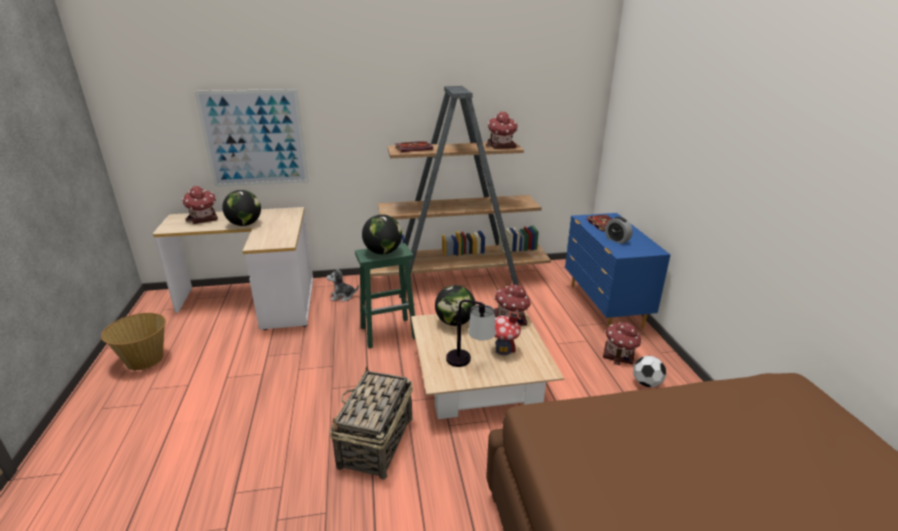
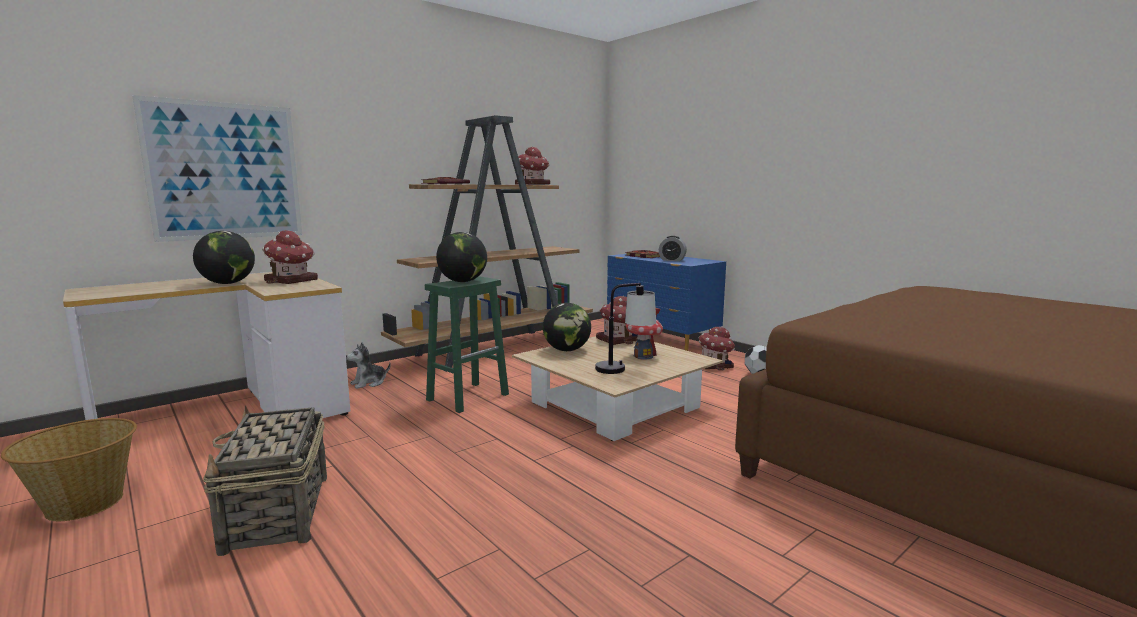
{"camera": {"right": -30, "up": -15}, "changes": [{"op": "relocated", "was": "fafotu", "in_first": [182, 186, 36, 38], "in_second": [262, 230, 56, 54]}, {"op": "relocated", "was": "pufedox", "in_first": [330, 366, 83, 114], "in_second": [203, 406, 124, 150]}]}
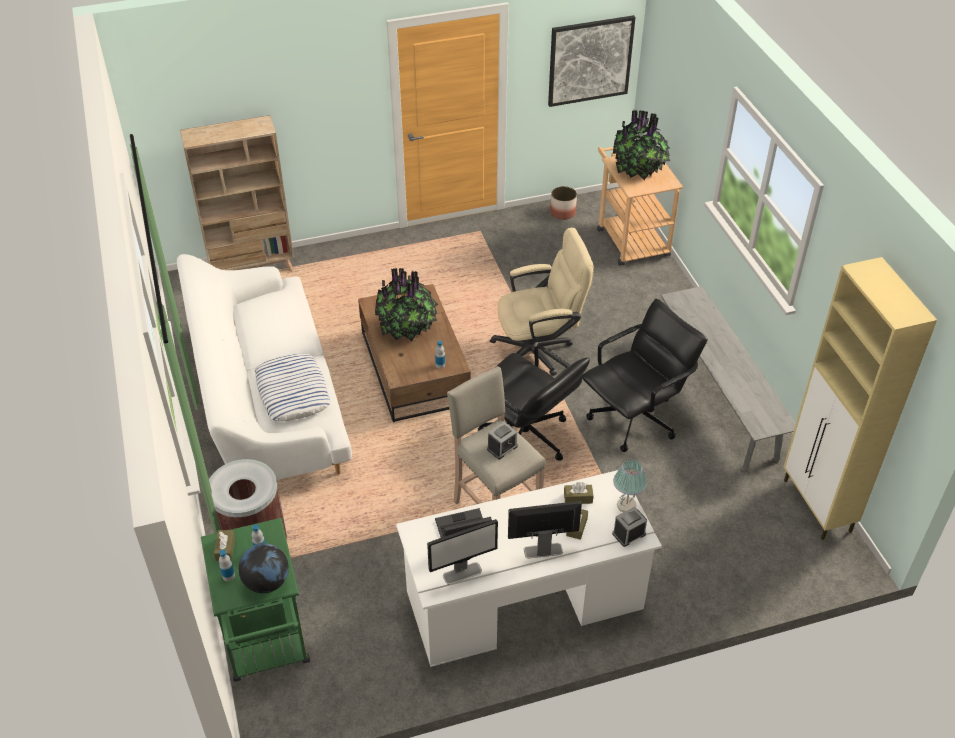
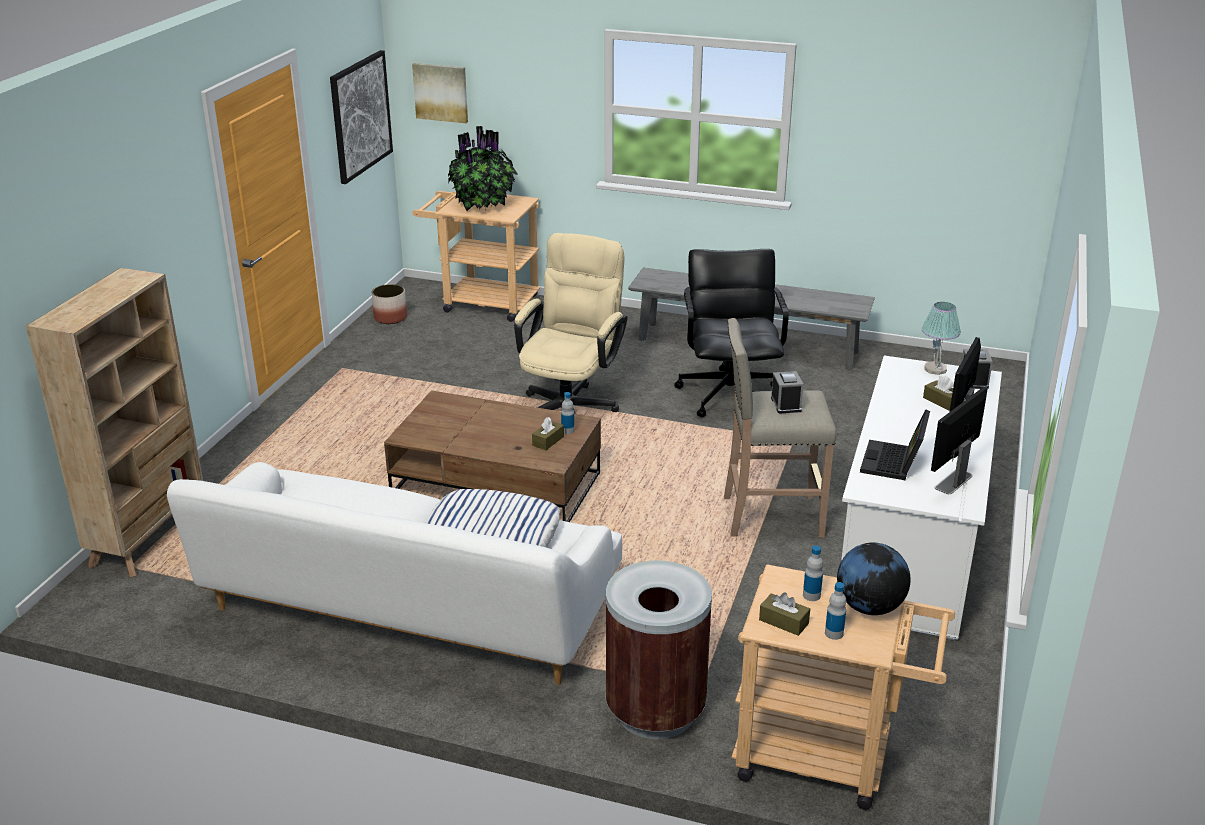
{"camera": {"right": -55, "up": -15}, "changes": [{"op": "colour", "was": "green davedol", "now": "beige davedol", "in_first": [201, 518, 109, 164], "in_second": [731, 564, 224, 246]}, {"op": "missing", "was": "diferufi", "in_first": [375, 268, 63, 73]}, {"op": "spun", "was": "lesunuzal", "in_first": [427, 519, 71, 66], "in_second": [931, 387, 57, 107], "clockwise": -150}, {"op": "missing", "was": "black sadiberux", "in_first": [478, 345, 112, 116]}, {"op": "relocated", "was": "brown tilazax", "in_first": [564, 482, 30, 22], "in_second": [532, 417, 32, 33]}, {"op": "missing", "was": "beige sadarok", "in_first": [784, 257, 153, 283]}, {"op": "appeared", "now": "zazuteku", "in_second": [412, 63, 56, 60]}]}
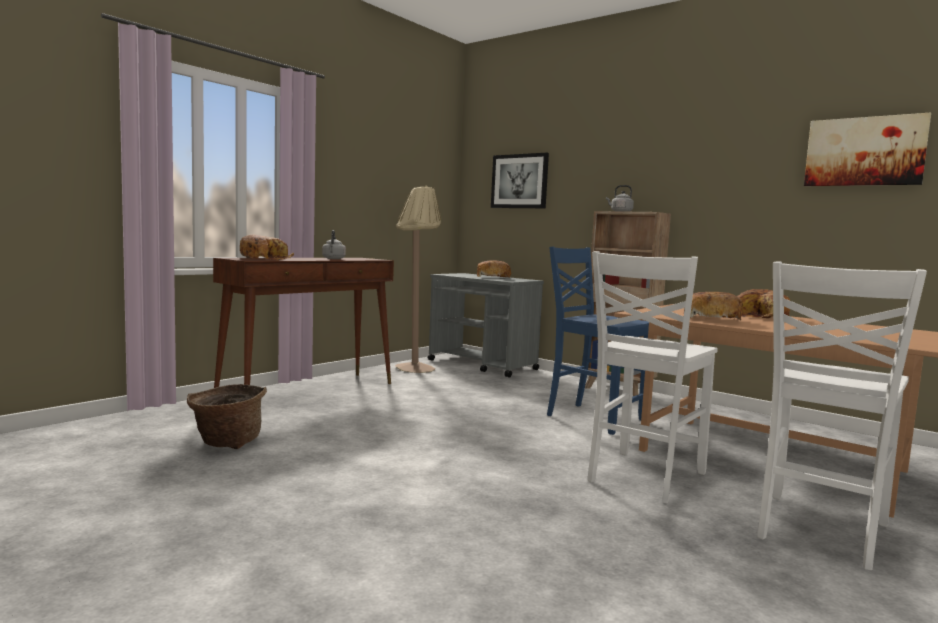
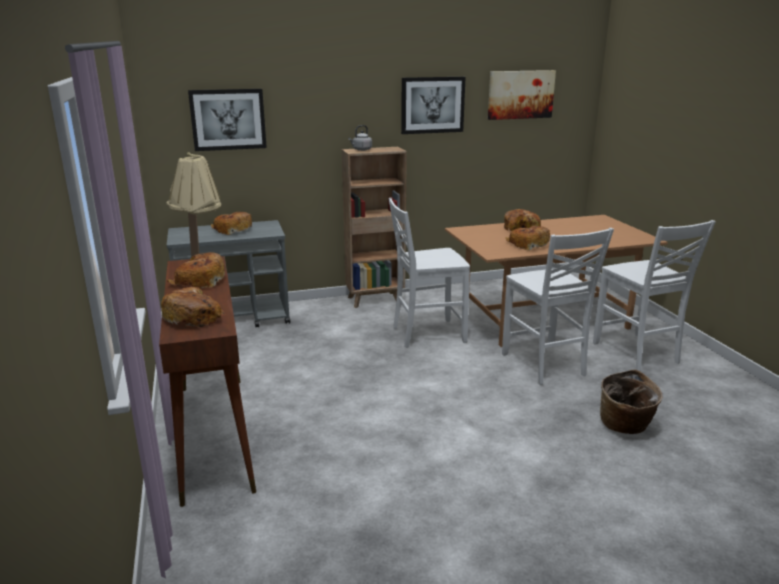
{"camera": {"right": -55, "up": 15}, "changes": [{"op": "relocated", "was": "pufedox", "in_first": [187, 384, 80, 65], "in_second": [600, 370, 63, 64]}, {"op": "exchanged", "was": "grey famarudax", "now": "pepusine", "in_first": [322, 230, 24, 29], "in_second": [167, 252, 58, 36]}, {"op": "colour", "was": "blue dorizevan", "now": "white dorizevan", "in_first": [547, 246, 102, 189], "in_second": [389, 198, 81, 150]}, {"op": "appeared", "now": "zazuteku", "in_second": [401, 77, 65, 57]}]}
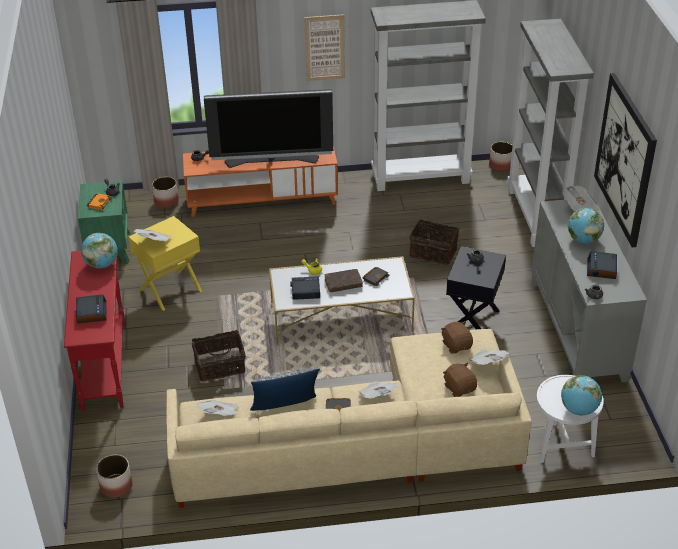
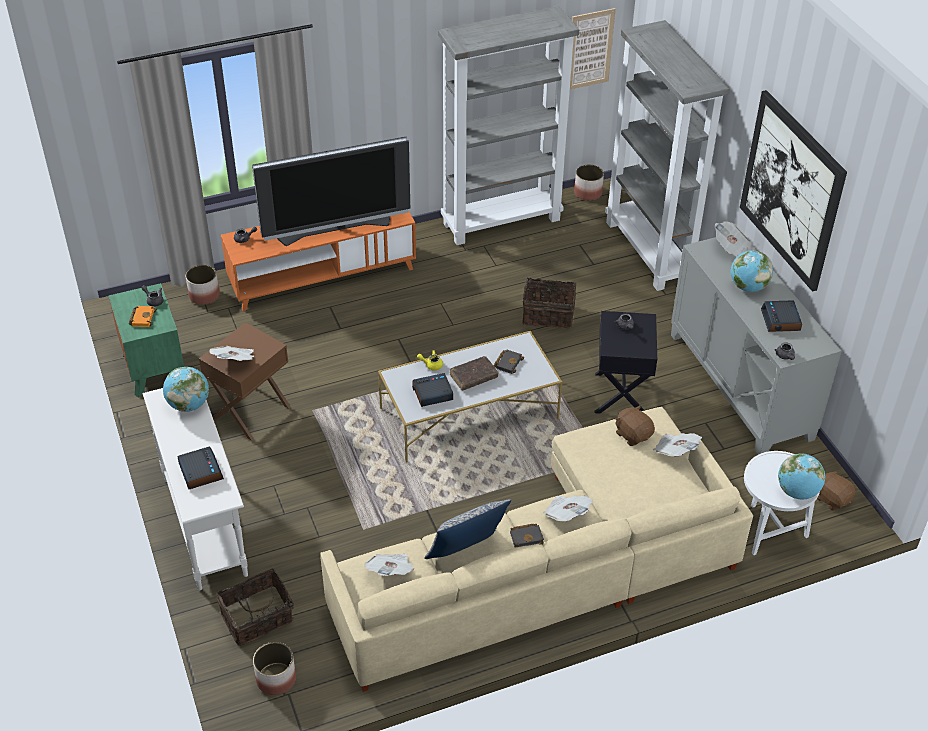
{"camera": {"right": -15, "up": 5}, "changes": [{"op": "colour", "was": "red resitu", "now": "white resitu", "in_first": [64, 251, 61, 161], "in_second": [143, 388, 105, 203]}, {"op": "colour", "was": "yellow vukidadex", "now": "brown vukidadex", "in_first": [129, 216, 73, 95], "in_second": [199, 322, 92, 119]}, {"op": "relocated", "was": "pufedox", "in_first": [192, 330, 54, 52], "in_second": [216, 568, 78, 78]}, {"op": "relocated", "was": "zazuteku", "in_first": [304, 14, 41, 67], "in_second": [570, 8, 46, 82]}, {"op": "relocated", "was": "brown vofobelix", "in_first": [443, 362, 34, 35], "in_second": [817, 470, 38, 41]}]}
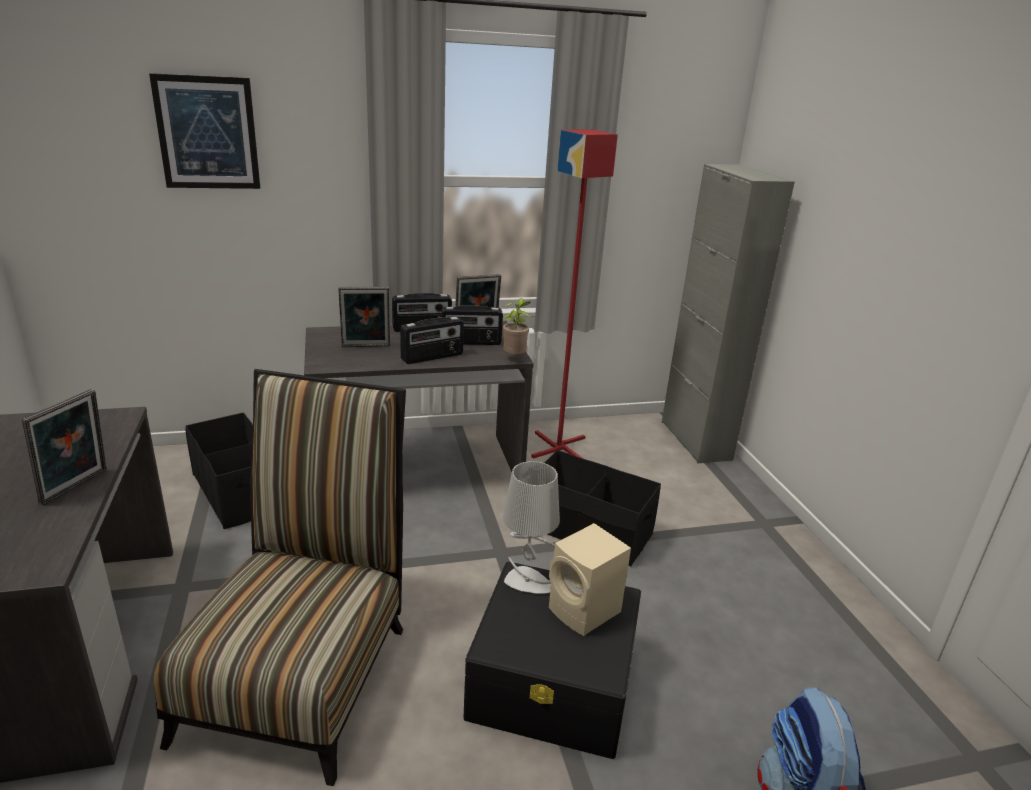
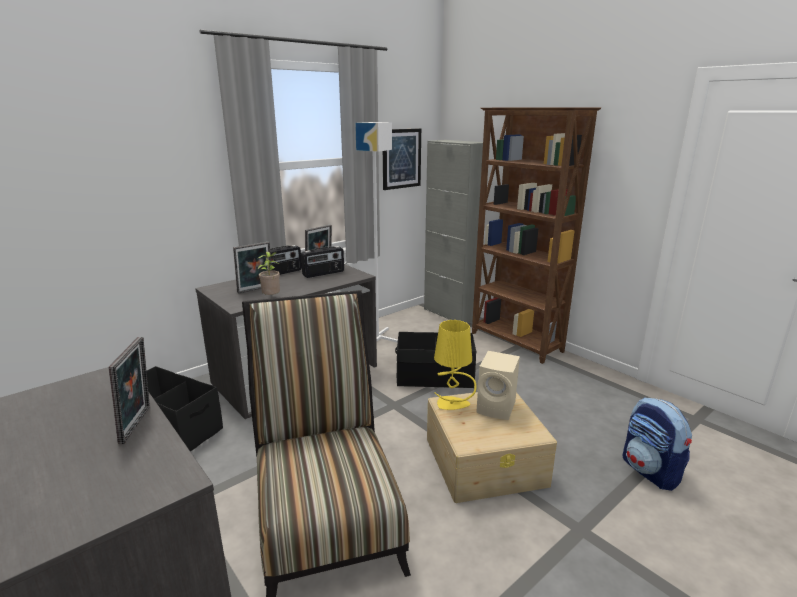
{"camera": {"right": -25, "up": -5}, "changes": [{"op": "relocated", "was": "zazuteku", "in_first": [149, 73, 111, 116], "in_second": [383, 128, 38, 62]}, {"op": "missing", "was": "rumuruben", "in_first": [400, 317, 64, 47]}, {"op": "colour", "was": "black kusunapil", "now": "beige kusunapil", "in_first": [464, 562, 177, 197], "in_second": [427, 392, 130, 111]}, {"op": "relocated", "was": "diferufi", "in_first": [503, 298, 28, 57], "in_second": [257, 251, 23, 44]}, {"op": "colour", "was": "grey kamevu", "now": "yellow kamevu", "in_first": [503, 461, 57, 133], "in_second": [434, 320, 42, 90]}, {"op": "colour", "was": "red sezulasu", "now": "white sezulasu", "in_first": [531, 129, 87, 330], "in_second": [355, 122, 43, 221]}, {"op": "appeared", "now": "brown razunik", "in_second": [472, 107, 129, 257]}]}
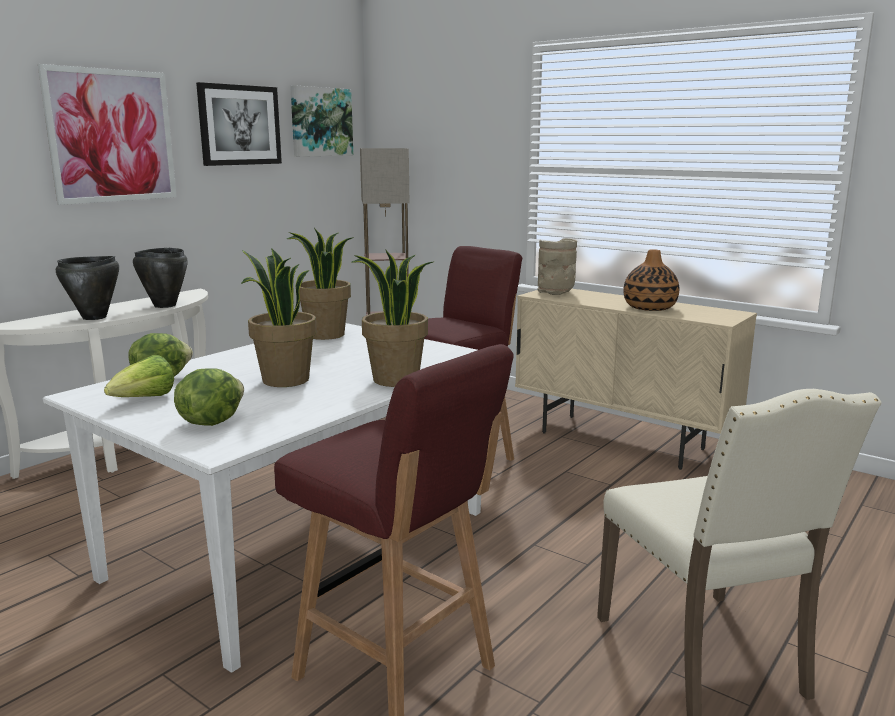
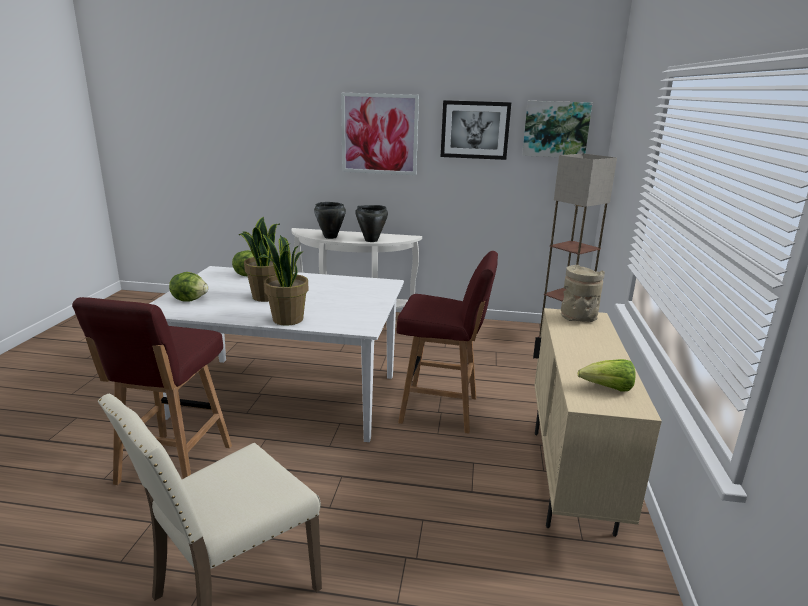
{"camera": {"right": 60, "up": 5}, "changes": [{"op": "relocated", "was": "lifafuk", "in_first": [104, 355, 70, 42], "in_second": [578, 359, 58, 32]}, {"op": "missing", "was": "diferufi", "in_first": [287, 228, 67, 112]}, {"op": "missing", "was": "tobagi", "in_first": [623, 249, 56, 62]}]}
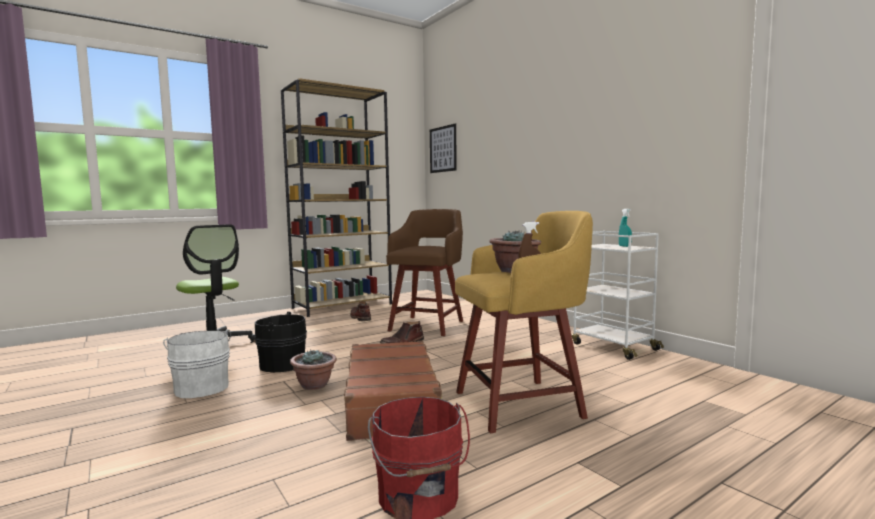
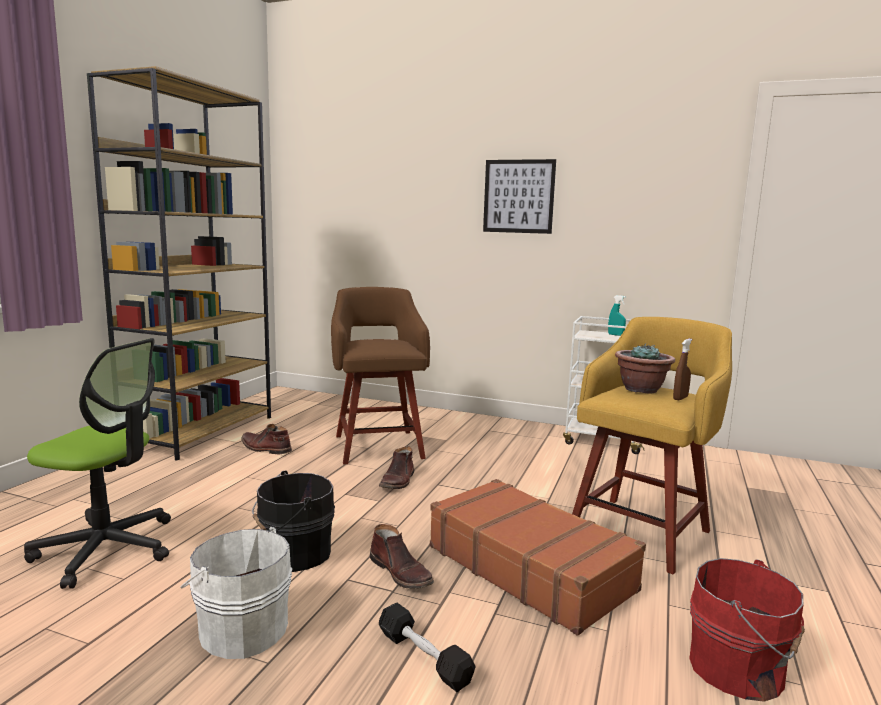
{"camera": {"right": -35, "up": 5}, "changes": [{"op": "exchanged", "was": "diferufi", "now": "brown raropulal", "in_first": [290, 349, 47, 41], "in_second": [370, 524, 64, 65]}, {"op": "relocated", "was": "zazuteku", "in_first": [430, 124, 27, 49], "in_second": [483, 159, 73, 75]}, {"op": "appeared", "now": "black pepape", "in_second": [379, 603, 97, 89]}]}
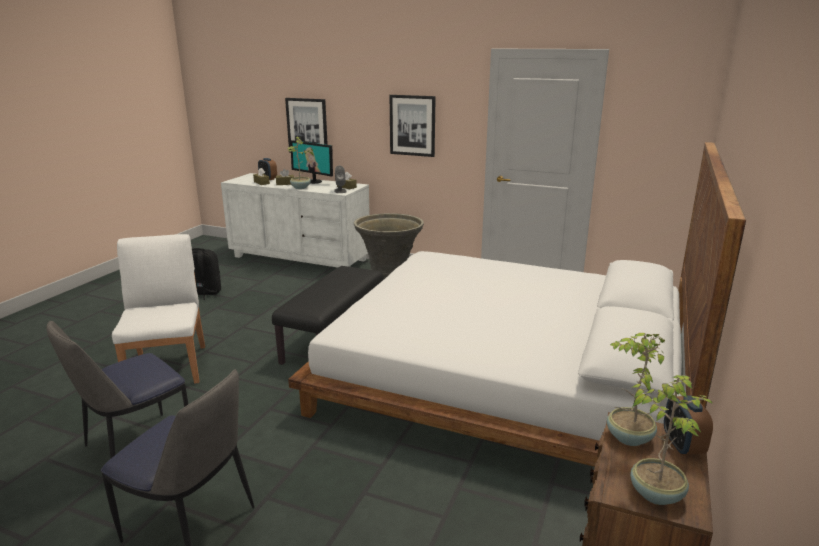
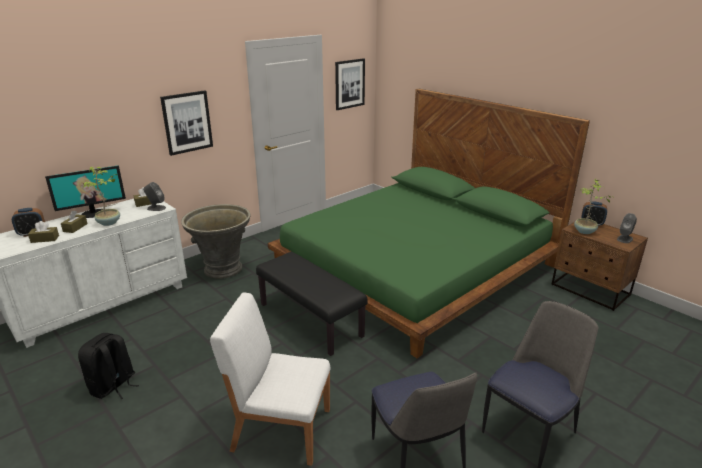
{"camera": {"right": -65, "up": 5}, "changes": [{"op": "relocated", "was": "zazuteku", "in_first": [285, 98, 43, 55], "in_second": [335, 58, 30, 52]}, {"op": "colour", "was": "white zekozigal", "now": "green zekozigal", "in_first": [288, 142, 458, 325], "in_second": [268, 89, 322, 269]}, {"op": "exchanged", "was": "diferufi", "now": "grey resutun", "in_first": [630, 375, 83, 130], "in_second": [617, 213, 20, 30]}]}
